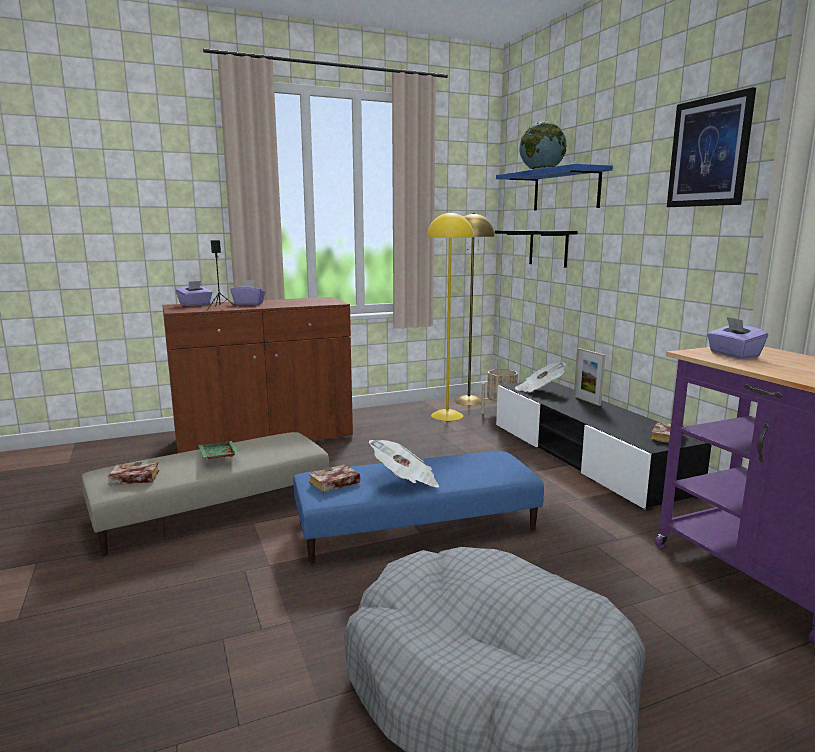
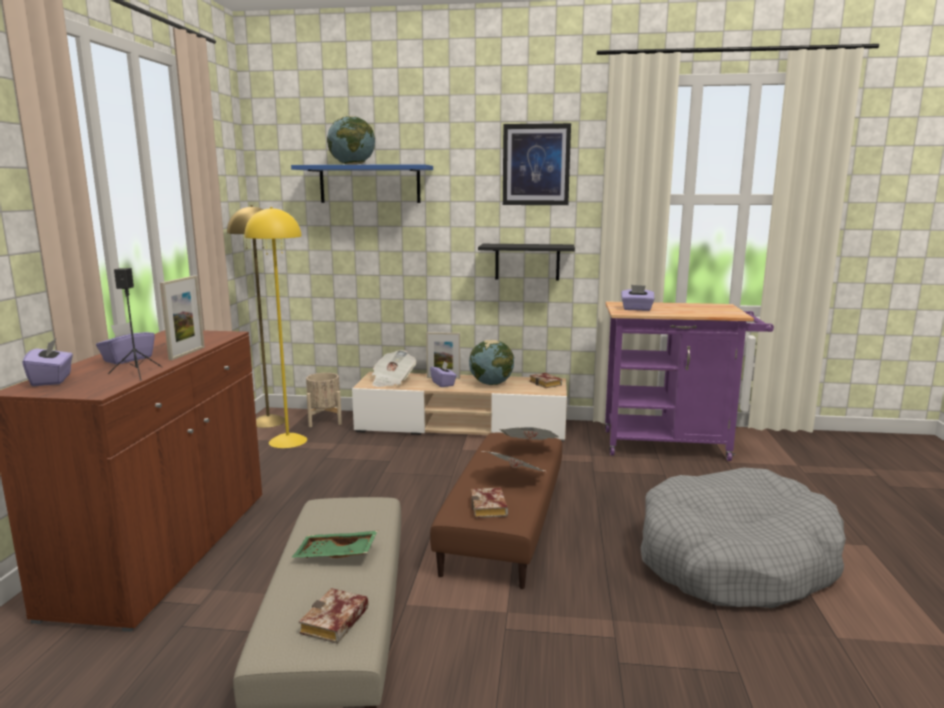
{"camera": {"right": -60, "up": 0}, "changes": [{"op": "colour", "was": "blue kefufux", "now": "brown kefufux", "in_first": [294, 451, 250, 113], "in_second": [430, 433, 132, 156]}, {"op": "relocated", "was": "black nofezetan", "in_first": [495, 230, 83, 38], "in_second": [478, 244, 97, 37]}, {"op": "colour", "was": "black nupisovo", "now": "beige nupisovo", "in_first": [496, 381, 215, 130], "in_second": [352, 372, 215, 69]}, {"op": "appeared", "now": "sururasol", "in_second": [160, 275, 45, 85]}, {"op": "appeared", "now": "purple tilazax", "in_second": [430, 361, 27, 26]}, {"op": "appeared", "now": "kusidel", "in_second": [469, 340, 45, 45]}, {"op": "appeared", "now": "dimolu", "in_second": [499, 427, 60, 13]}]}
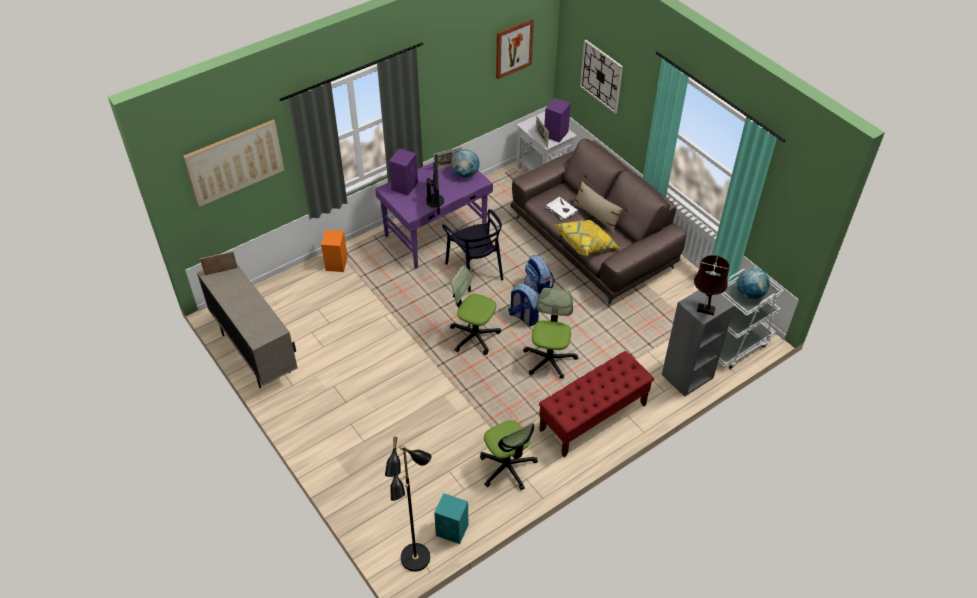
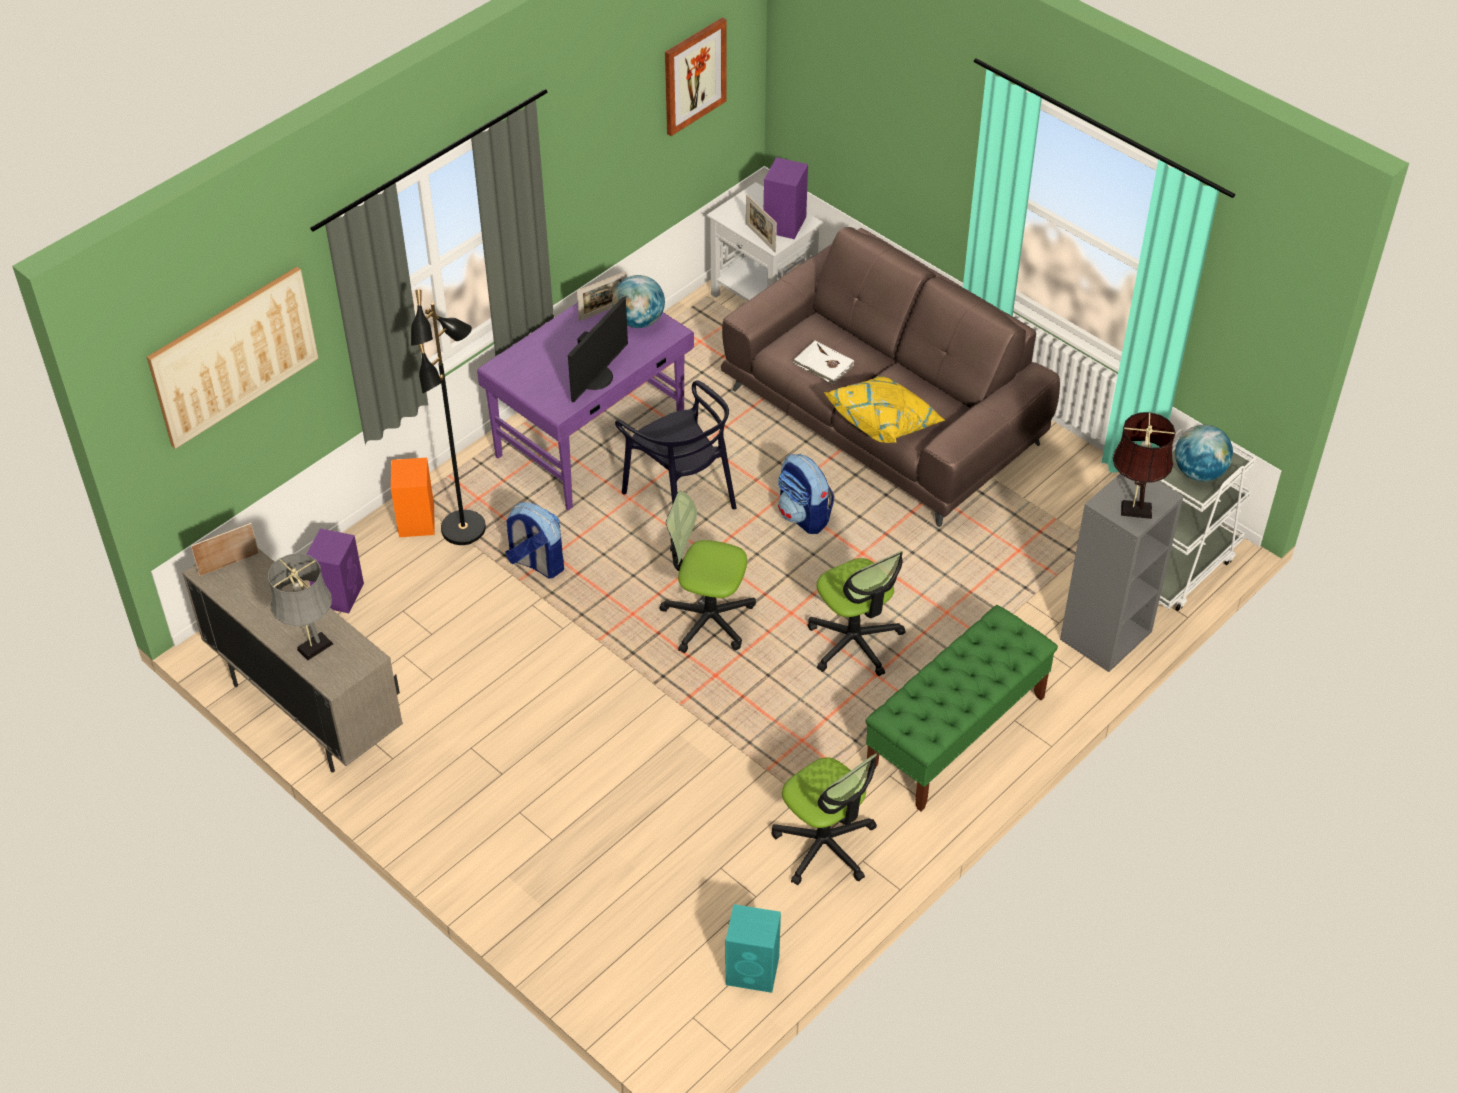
{"camera": {"right": -10, "up": 0}, "changes": [{"op": "relocated", "was": "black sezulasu", "in_first": [385, 437, 46, 135], "in_second": [411, 289, 75, 256]}, {"op": "relocated", "was": "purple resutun", "in_first": [389, 148, 29, 47], "in_second": [306, 528, 58, 85]}, {"op": "spun", "was": "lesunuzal", "in_first": [426, 154, 18, 61], "in_second": [568, 297, 60, 105], "clockwise": 45}, {"op": "relocated", "was": "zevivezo", "in_first": [508, 283, 31, 43], "in_second": [505, 502, 59, 77]}, {"op": "spun", "was": "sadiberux", "in_first": [523, 288, 55, 91], "in_second": [808, 551, 98, 125], "clockwise": 150}, {"op": "colour", "was": "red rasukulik", "now": "green rasukulik", "in_first": [539, 351, 115, 106], "in_second": [865, 605, 193, 206]}, {"op": "missing", "was": "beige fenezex", "in_first": [573, 181, 50, 52]}, {"op": "missing", "was": "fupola", "in_first": [580, 40, 43, 74]}, {"op": "appeared", "now": "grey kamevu", "in_second": [268, 553, 65, 107]}]}
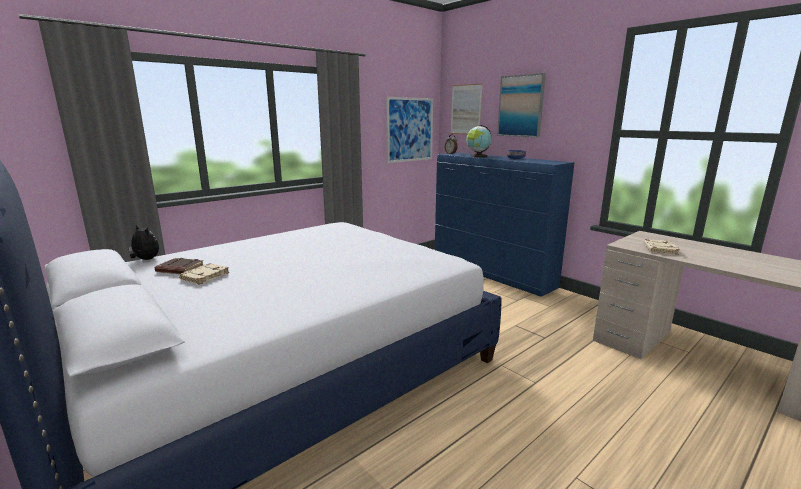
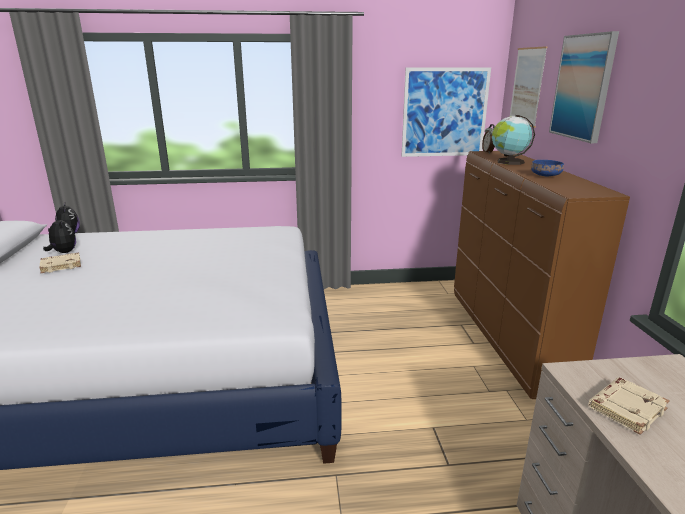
{"camera": {"right": 35, "up": 5}, "changes": [{"op": "exchanged", "was": "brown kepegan", "now": "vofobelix", "in_first": [155, 258, 48, 16], "in_second": [43, 217, 33, 36]}, {"op": "colour", "was": "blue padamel", "now": "brown padamel", "in_first": [435, 153, 140, 144], "in_second": [454, 151, 176, 248]}]}
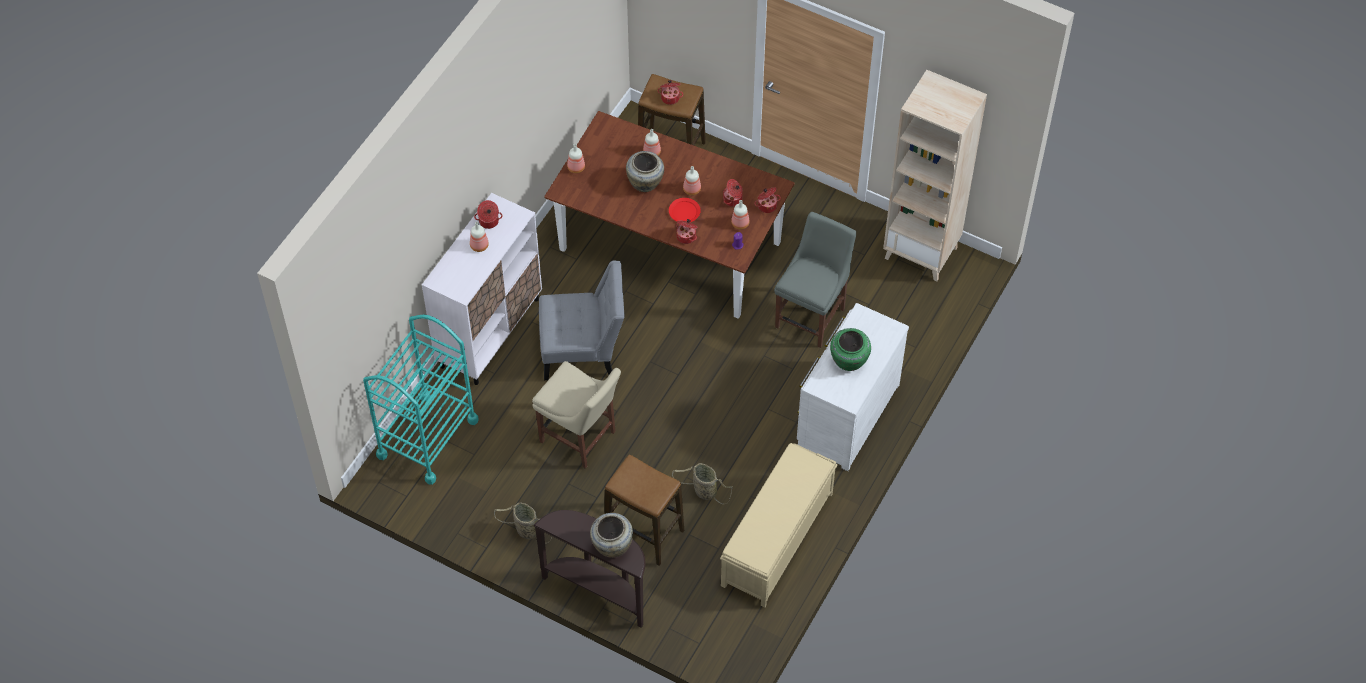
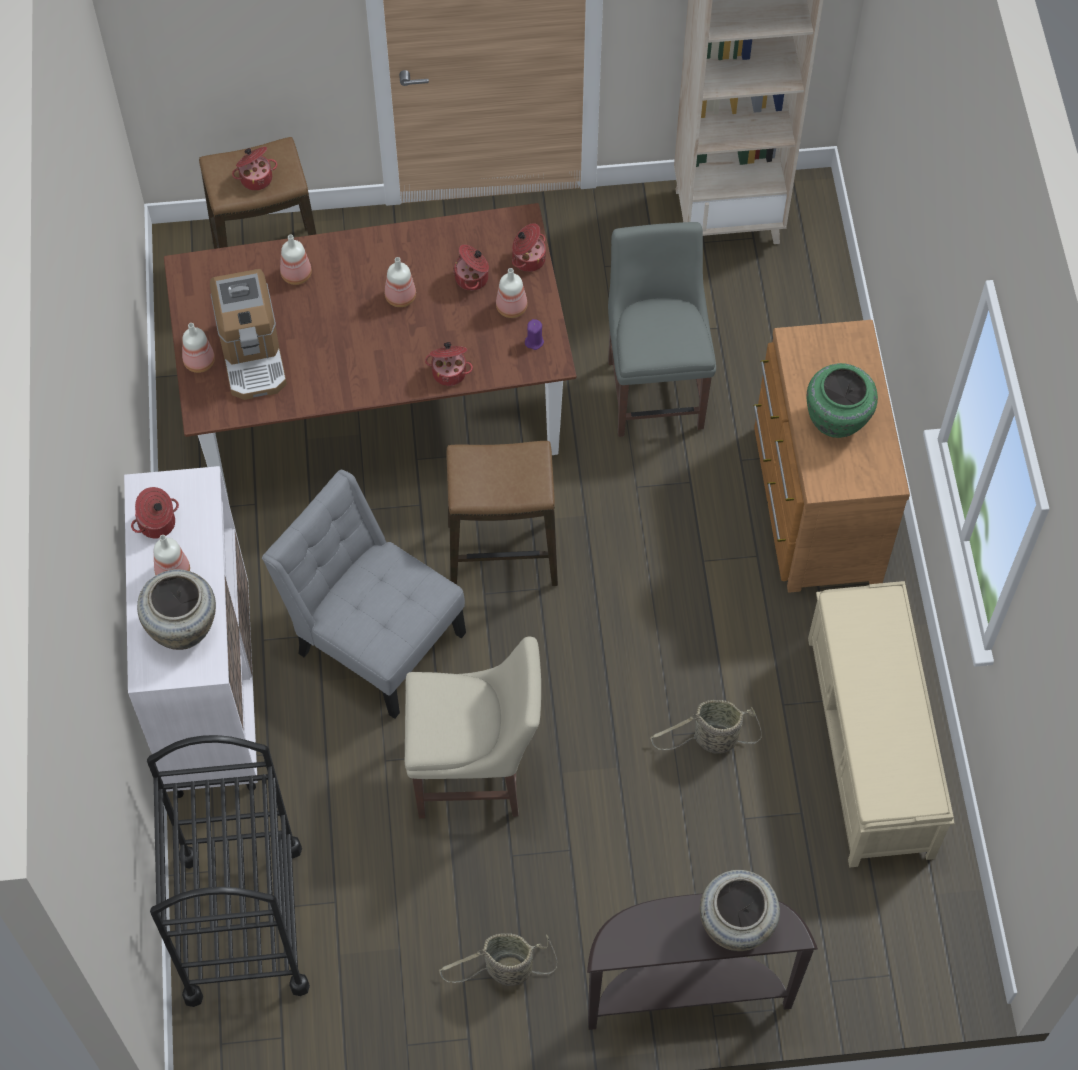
{"camera": {"right": -35, "up": 5}, "changes": [{"op": "colour", "was": "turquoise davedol", "now": "black davedol", "in_first": [363, 314, 116, 171], "in_second": [147, 735, 163, 272]}, {"op": "spun", "was": "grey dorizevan", "in_first": [539, 260, 86, 120], "in_second": [262, 470, 204, 249], "clockwise": -105}, {"op": "relocated", "was": "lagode", "in_first": [605, 455, 79, 111], "in_second": [446, 441, 112, 145]}, {"op": "relocated", "was": "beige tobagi", "in_first": [626, 151, 38, 41], "in_second": [137, 569, 79, 81]}, {"op": "missing", "was": "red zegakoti", "in_first": [669, 198, 32, 24]}, {"op": "colour", "was": "white padamel", "now": "brown padamel", "in_first": [797, 303, 112, 168], "in_second": [753, 320, 157, 273]}, {"op": "appeared", "now": "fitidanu", "in_second": [210, 269, 77, 131]}]}
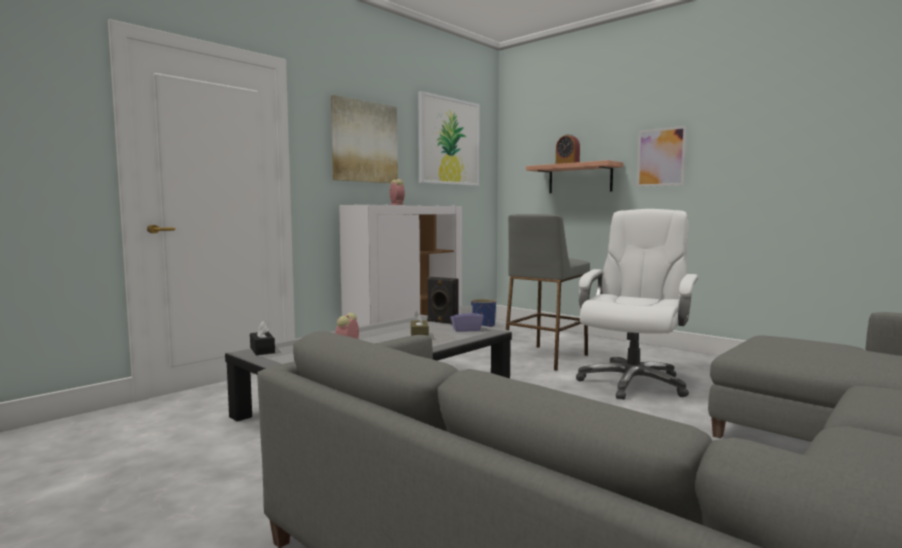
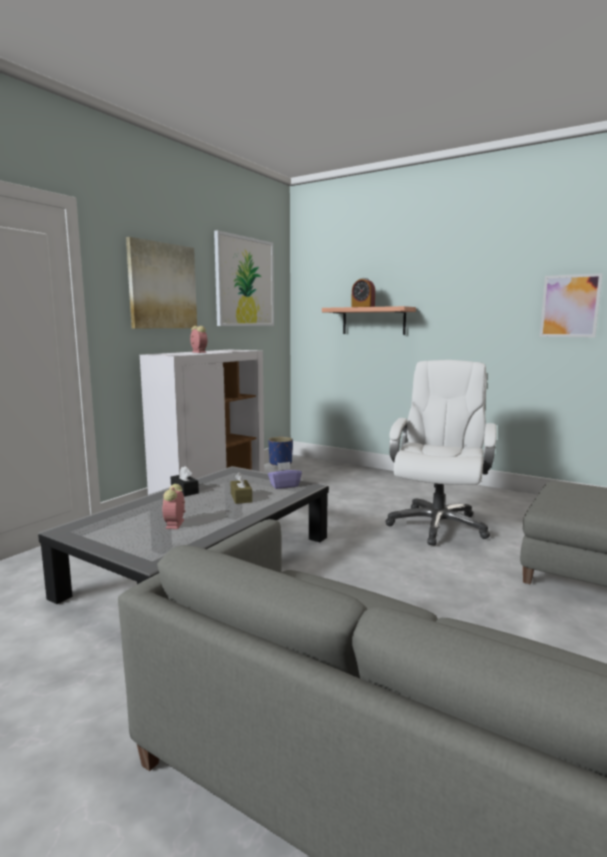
{"camera": {"right": -10, "up": 5}, "changes": [{"op": "relocated", "was": "black tilazax", "in_first": [250, 321, 25, 34], "in_second": [171, 466, 28, 30]}, {"op": "missing", "was": "black resutun", "in_first": [427, 277, 31, 47]}, {"op": "missing", "was": "grey lagode", "in_first": [506, 214, 84, 157]}, {"op": "relocated", "was": "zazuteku", "in_first": [636, 126, 51, 61], "in_second": [540, 273, 63, 64]}]}
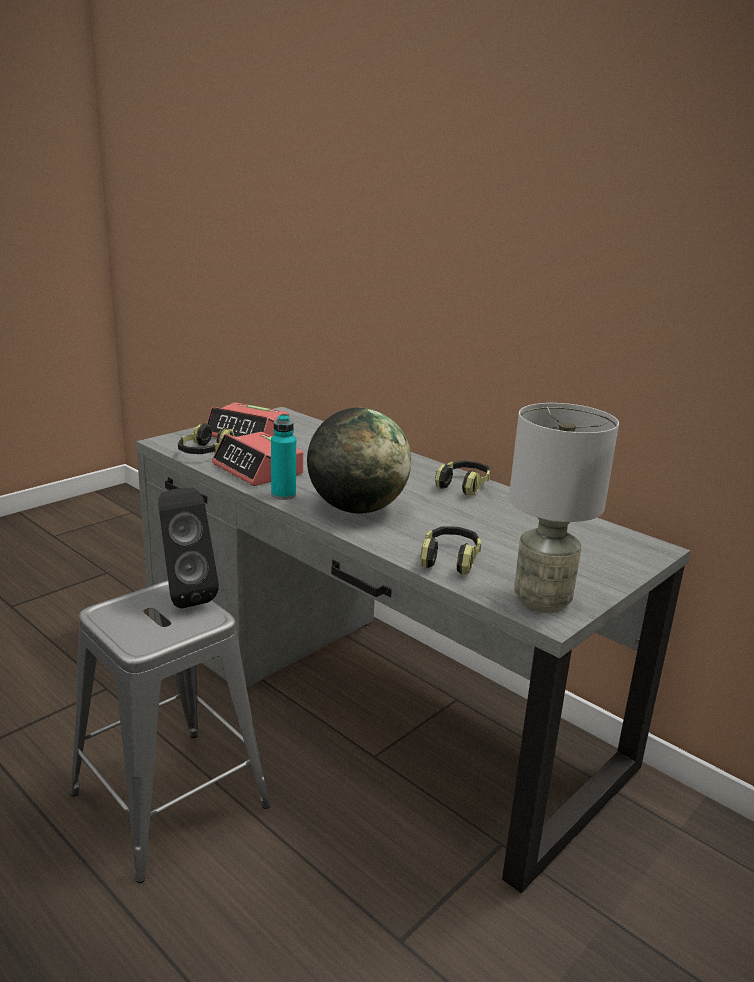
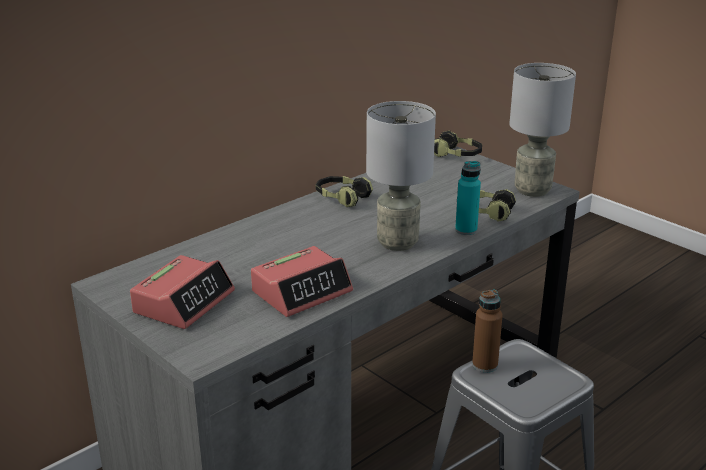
{"camera": {"right": -85, "up": 5}, "changes": [{"op": "exchanged", "was": "black resutun", "now": "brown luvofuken", "in_first": [158, 488, 61, 121], "in_second": [472, 290, 31, 83]}, {"op": "relocated", "was": "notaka", "in_first": [178, 423, 57, 31], "in_second": [434, 130, 48, 27]}, {"op": "relocated", "was": "turquoise luvofuken", "in_first": [271, 414, 25, 86], "in_second": [455, 161, 26, 74]}, {"op": "exchanged", "was": "kusidel", "now": "grey kamevu", "in_first": [307, 408, 104, 105], "in_second": [366, 101, 70, 150]}]}
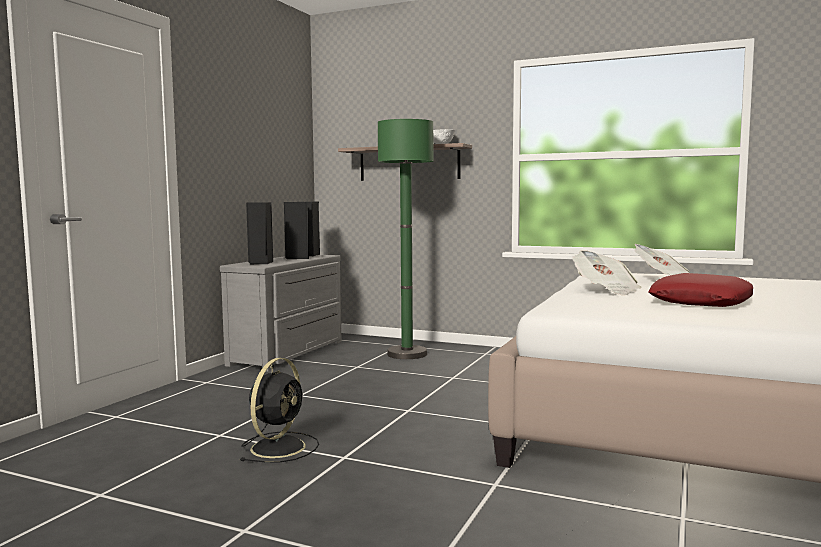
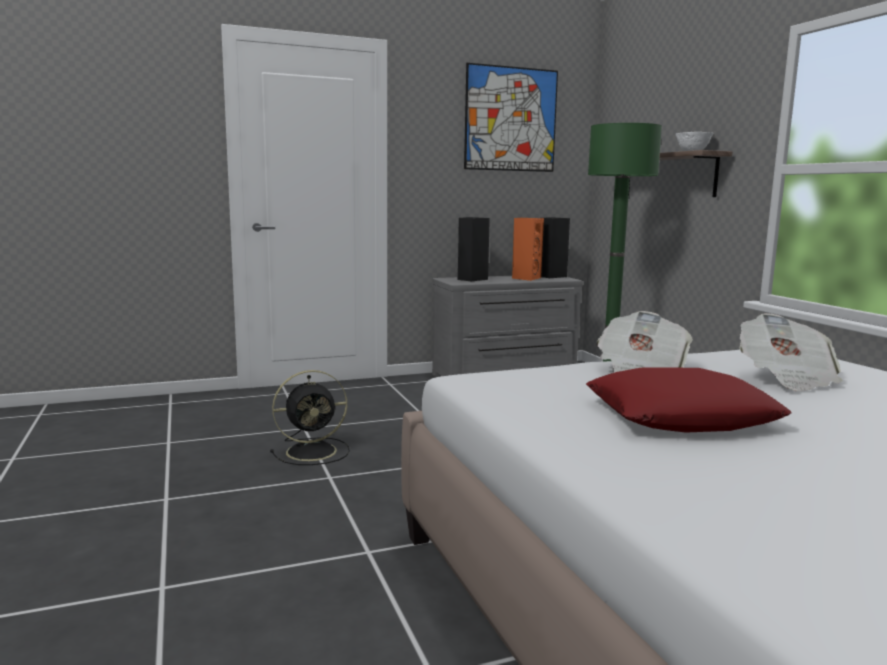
{"camera": {"right": 45, "up": 5}, "changes": [{"op": "colour", "was": "black resutun", "now": "orange resutun", "in_first": [284, 202, 25, 57], "in_second": [512, 218, 32, 63]}, {"op": "appeared", "now": "zazuteku", "in_second": [464, 63, 94, 109]}]}
